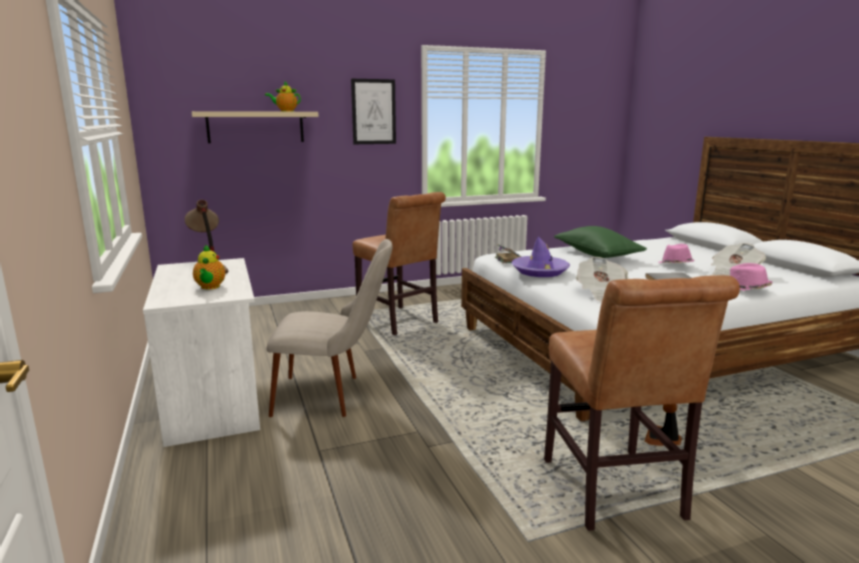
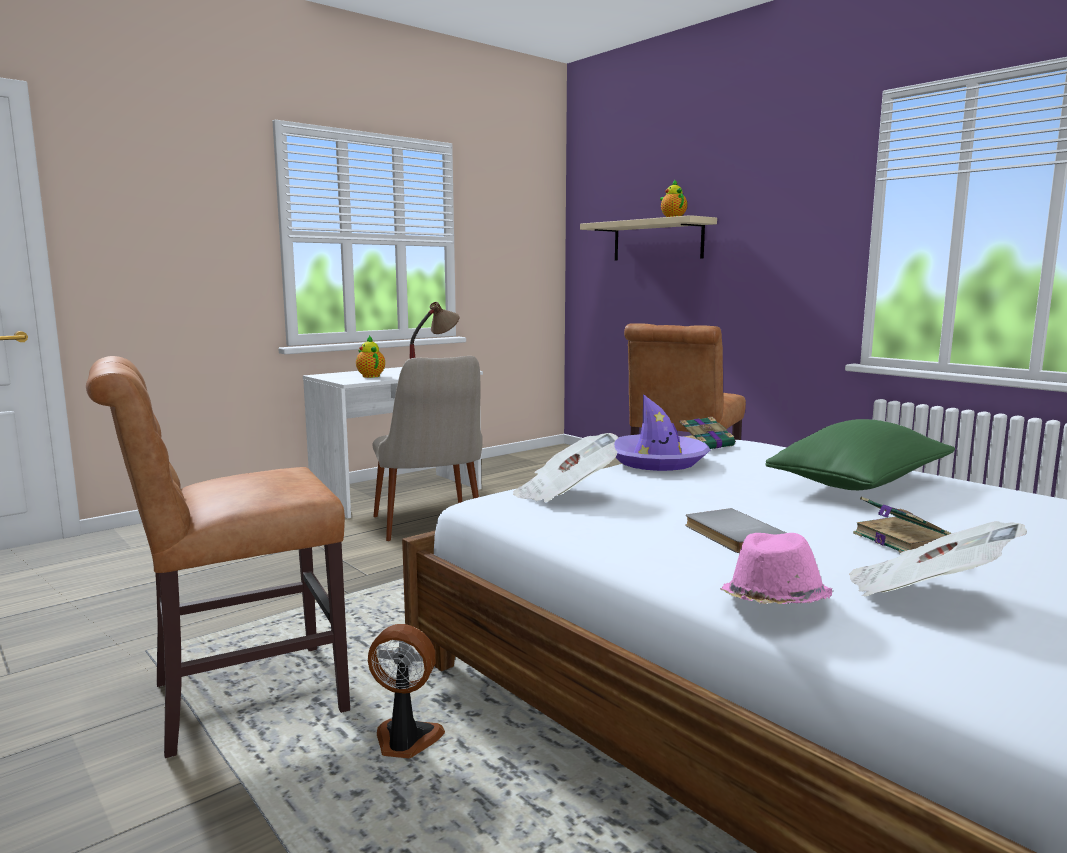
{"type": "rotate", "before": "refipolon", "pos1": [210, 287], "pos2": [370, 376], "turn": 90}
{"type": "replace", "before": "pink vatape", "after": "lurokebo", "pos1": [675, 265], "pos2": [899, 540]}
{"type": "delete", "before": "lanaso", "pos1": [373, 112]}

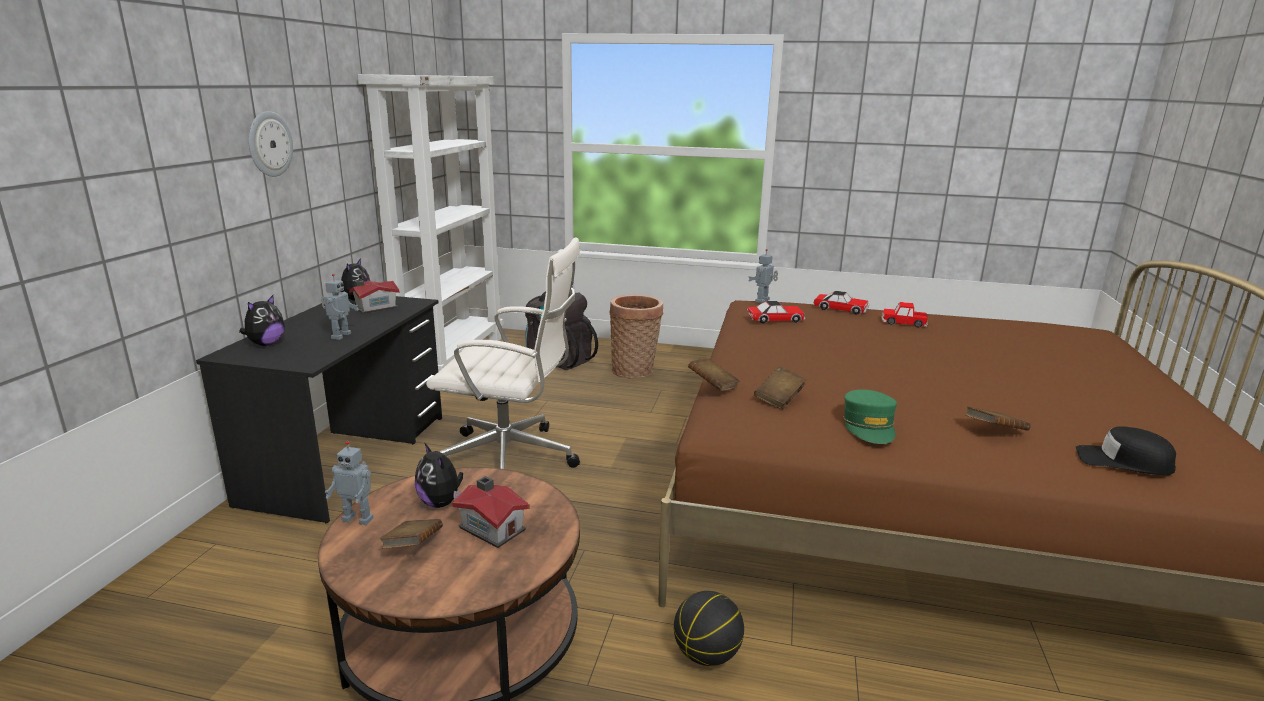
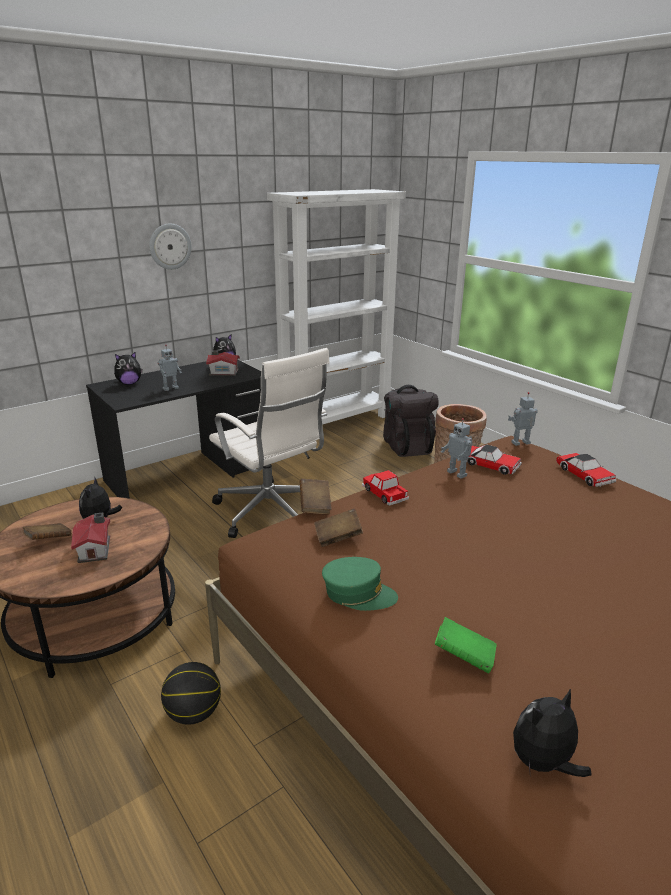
{"type": "rotate", "before": "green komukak", "pos1": [869, 426], "pos2": [358, 594], "turn": -120}
{"type": "move", "before": "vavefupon", "pos1": [903, 323], "pos2": [384, 494]}
{"type": "recolor", "before": "brown lurokebo", "after": "green lurokebo", "pos1": [994, 431], "pos2": [464, 657]}
{"type": "move", "before": "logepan", "pos1": [359, 518], "pos2": [457, 473]}
{"type": "replace", "before": "black komukak", "after": "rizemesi", "pos1": [1123, 461], "pos2": [543, 763]}

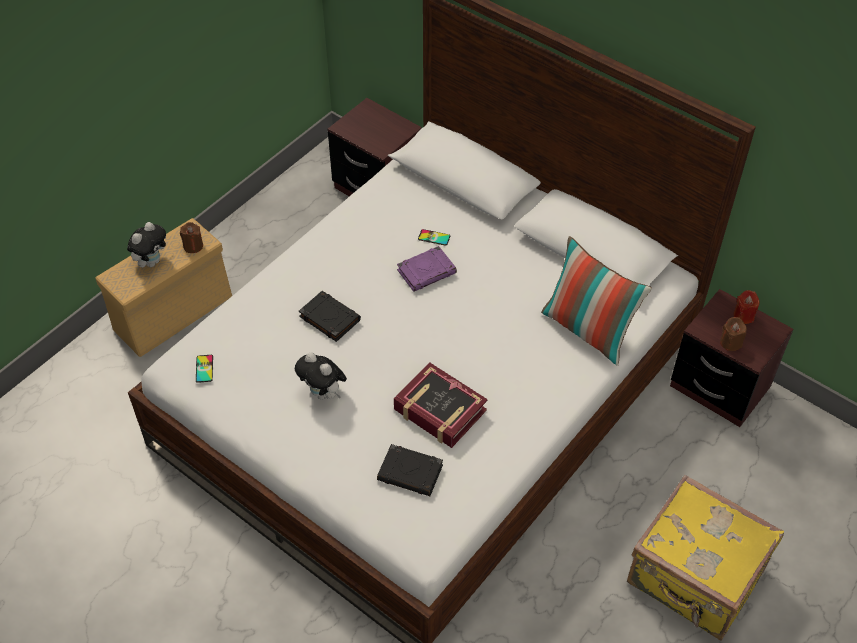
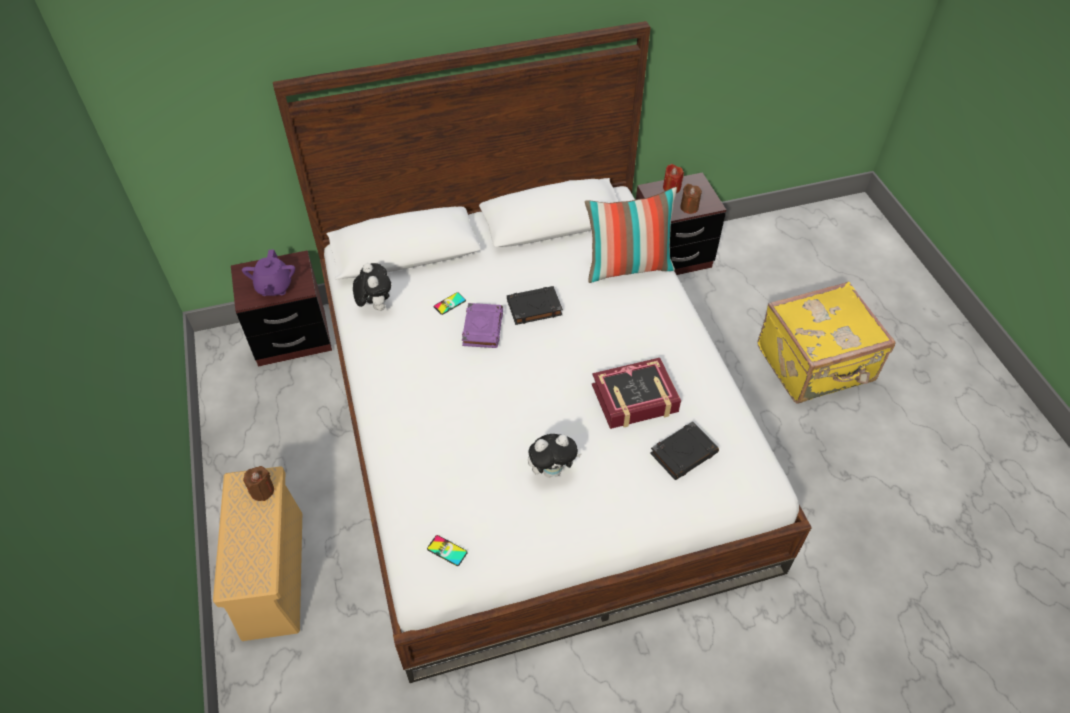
{"type": "insert", "after": "purple refipolon", "pos2": [274, 287]}
{"type": "move", "before": "rizemesi", "pos1": [152, 261], "pos2": [375, 305]}
{"type": "move", "before": "black lurokebo", "pos1": [329, 318], "pos2": [533, 308]}

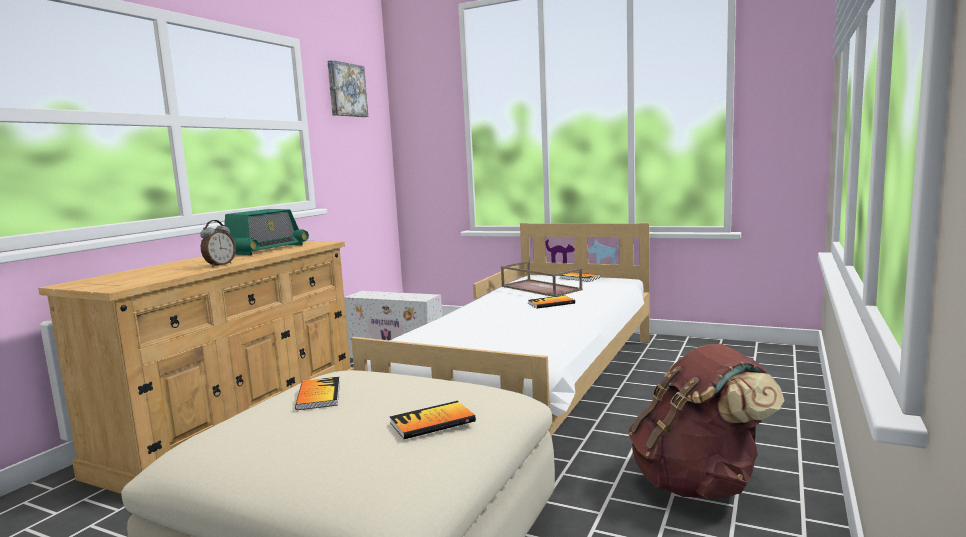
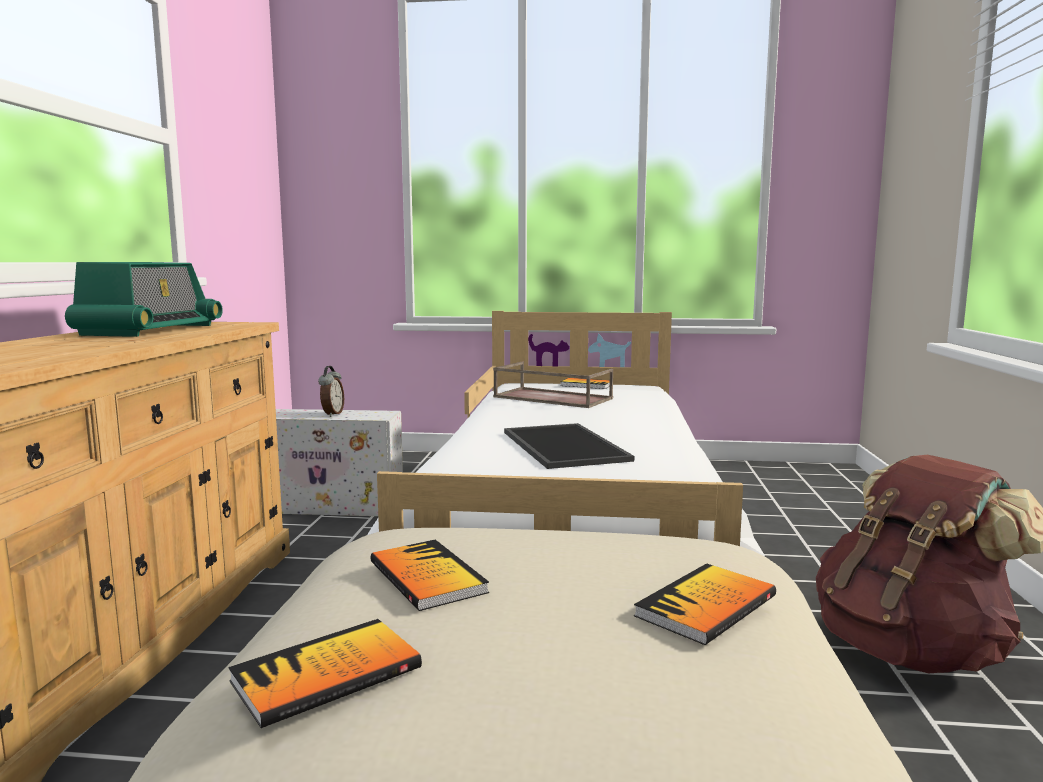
{"type": "move", "before": "lurokebo", "pos1": [551, 303], "pos2": [327, 674]}
{"type": "move", "before": "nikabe", "pos1": [219, 265], "pos2": [332, 414]}
{"type": "insert", "after": "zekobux", "pos2": [561, 446]}
{"type": "delete", "before": "lanaso", "pos1": [346, 90]}

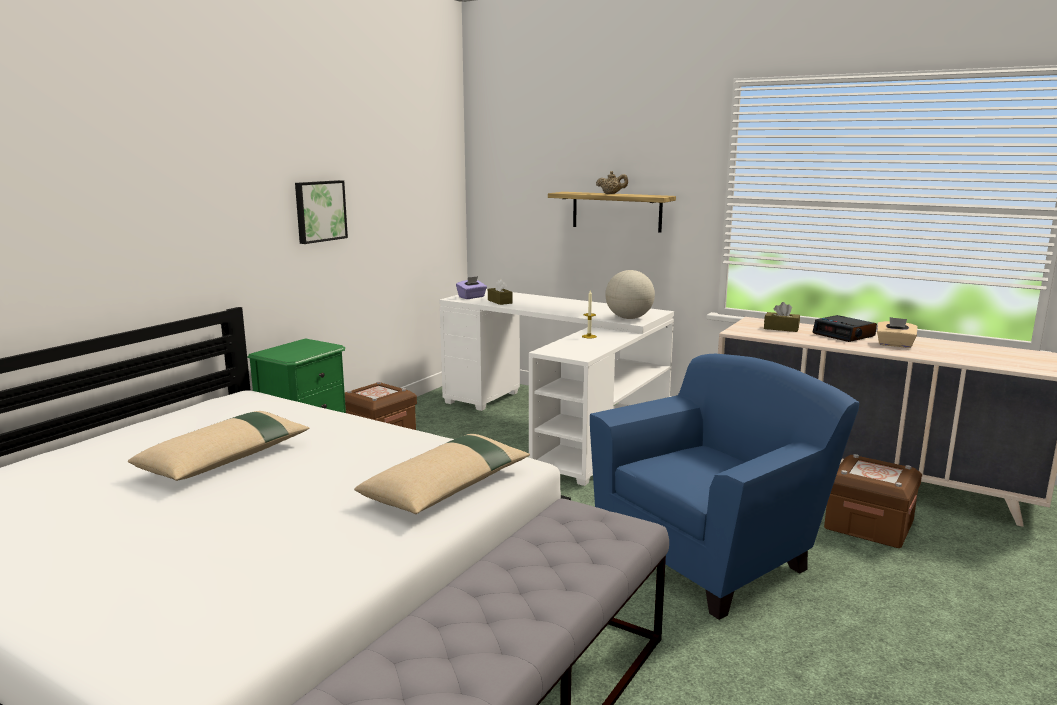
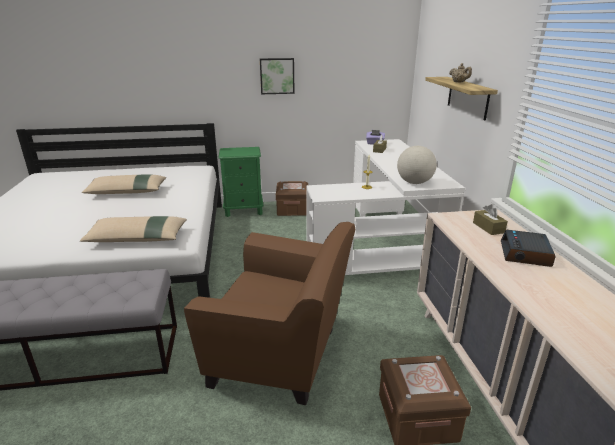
{"type": "recolor", "before": "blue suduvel", "after": "brown suduvel", "pos1": [710, 554], "pos2": [283, 355]}
{"type": "delete", "before": "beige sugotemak", "pos1": [895, 344]}

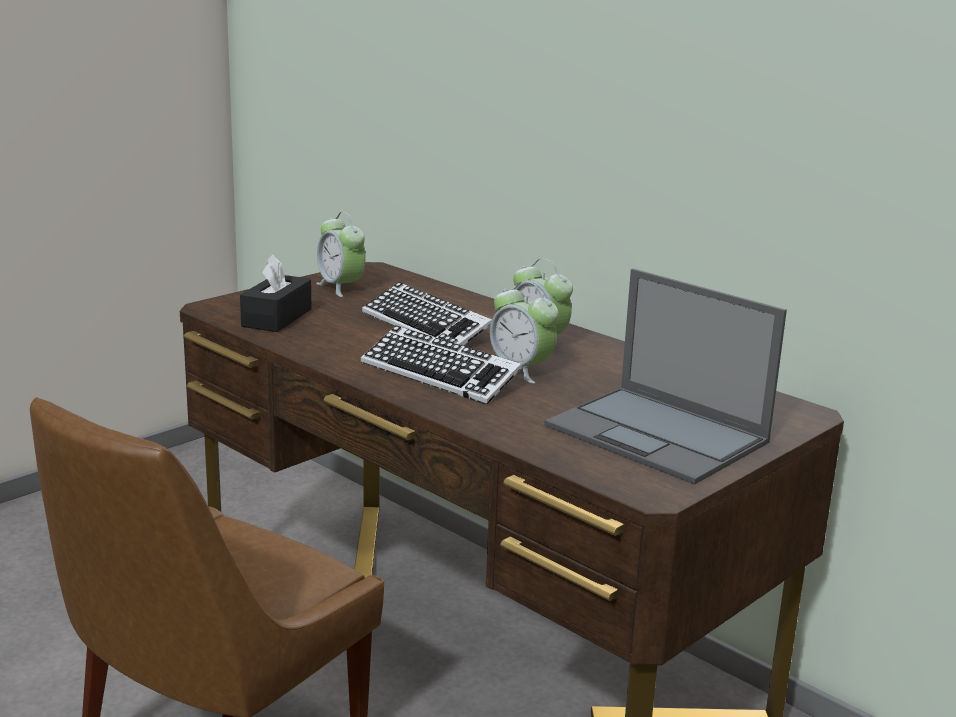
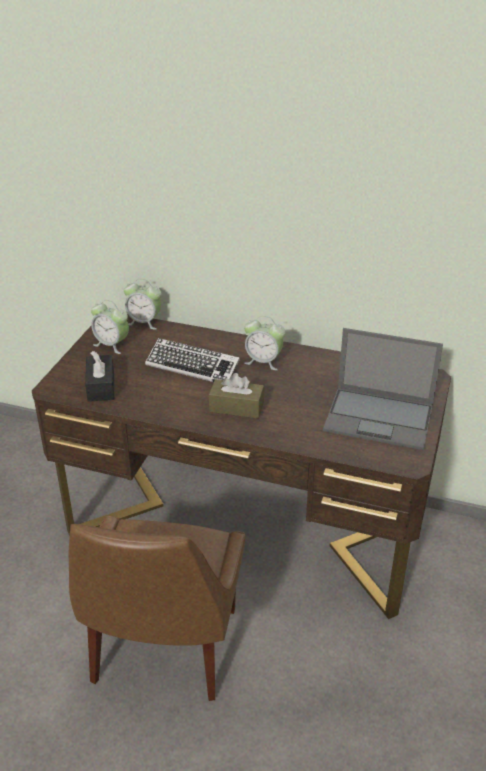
{"type": "move", "before": "nikabe", "pos1": [521, 370], "pos2": [144, 322]}
{"type": "replace", "before": "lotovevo", "after": "brown sugotemak", "pos1": [439, 375], "pos2": [236, 407]}

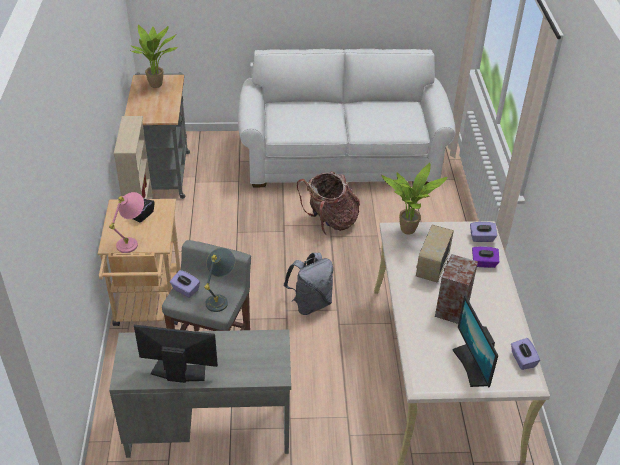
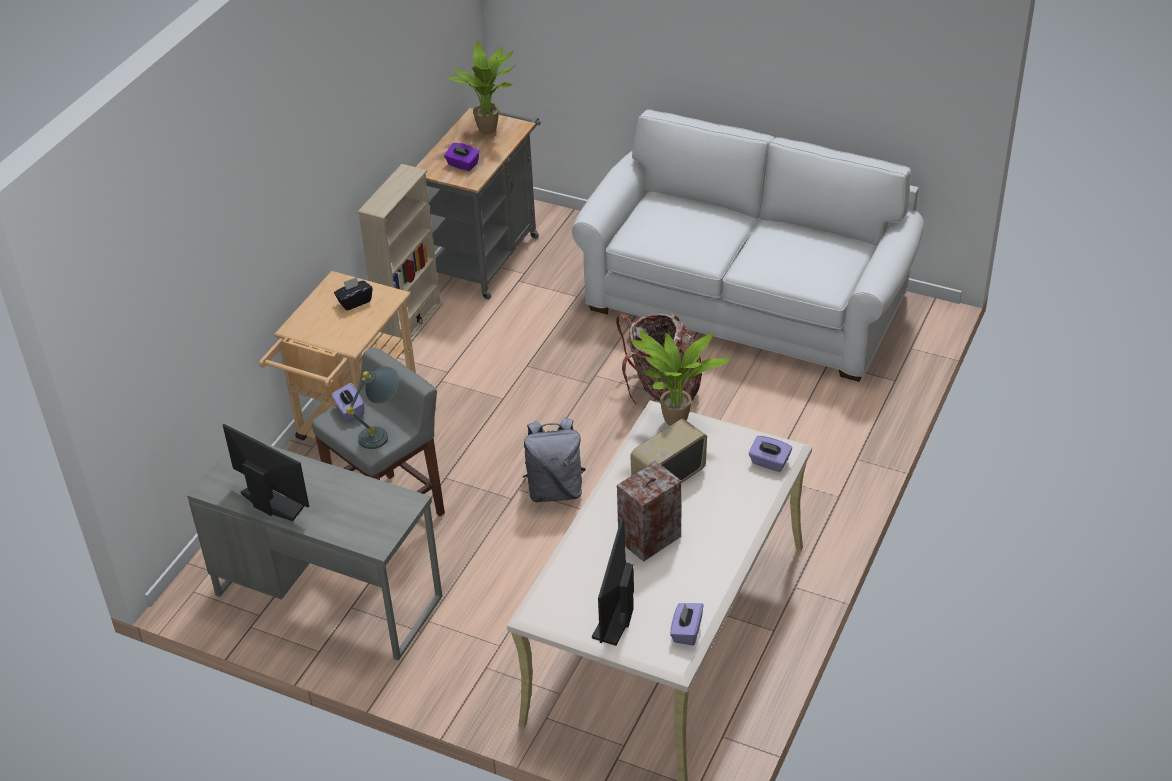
{"type": "move", "before": "purple sugotemak", "pos1": [483, 263], "pos2": [462, 165]}
{"type": "delete", "before": "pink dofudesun", "pos1": [132, 241]}

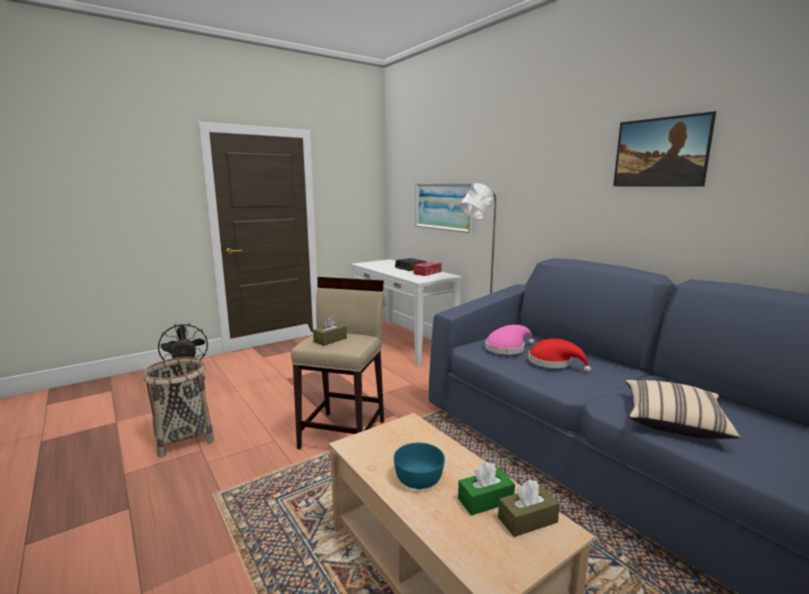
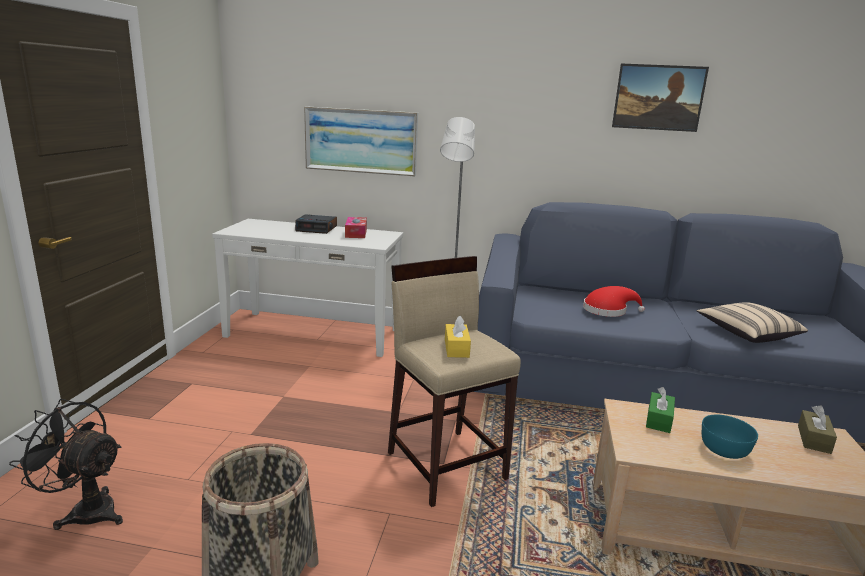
{"type": "recolor", "before": "brown sugotemak", "after": "yellow sugotemak", "pos1": [330, 340], "pos2": [456, 348]}
{"type": "move", "before": "green sugotemak", "pos1": [485, 500], "pos2": [659, 420]}
{"type": "delete", "before": "pink vatape", "pos1": [507, 348]}

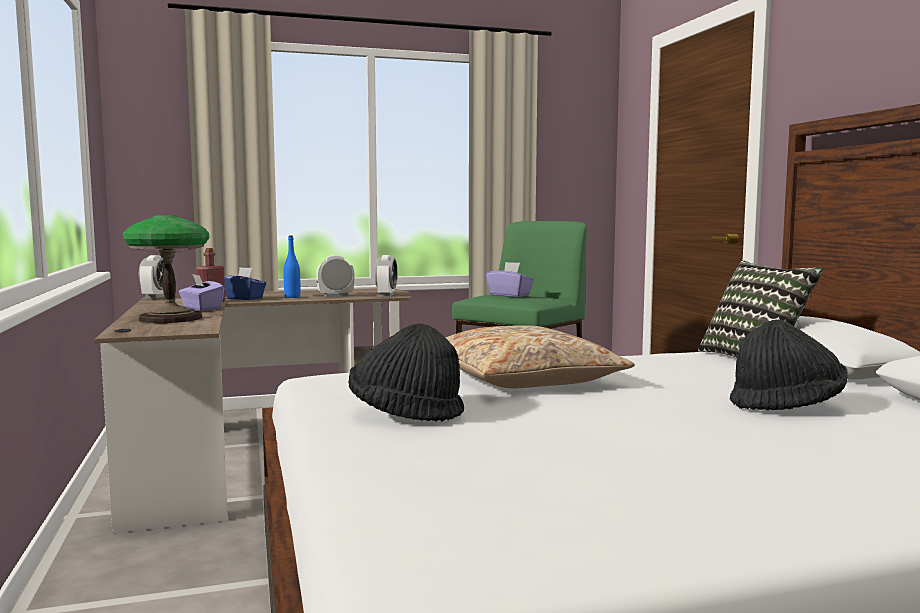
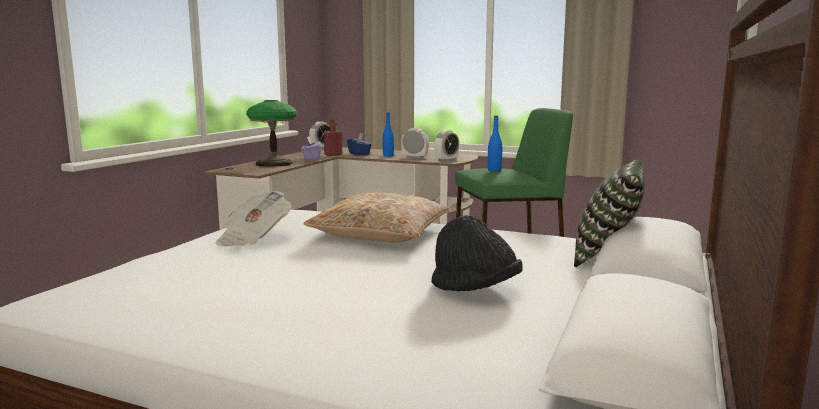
{"type": "replace", "before": "black vatape", "after": "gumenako", "pos1": [405, 413], "pos2": [253, 239]}
{"type": "replace", "before": "purple sugotemak", "after": "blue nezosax", "pos1": [509, 295], "pos2": [494, 170]}

